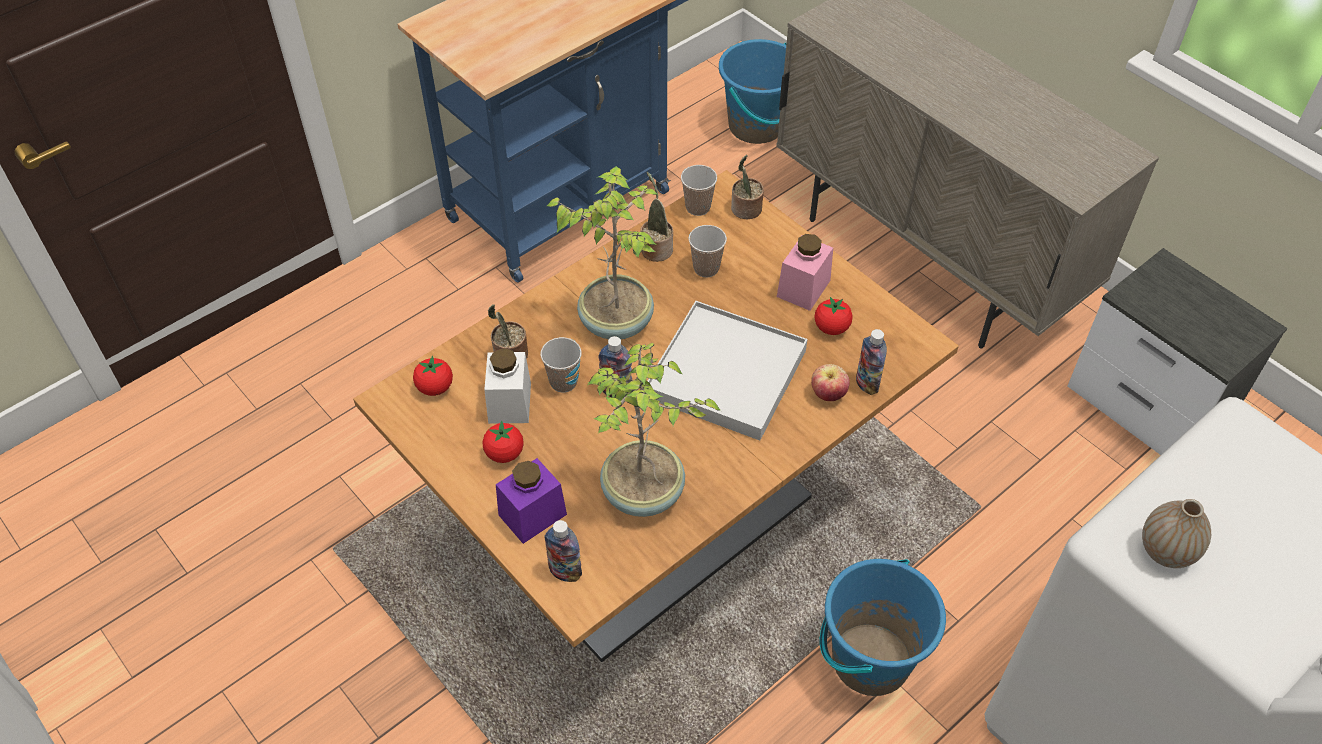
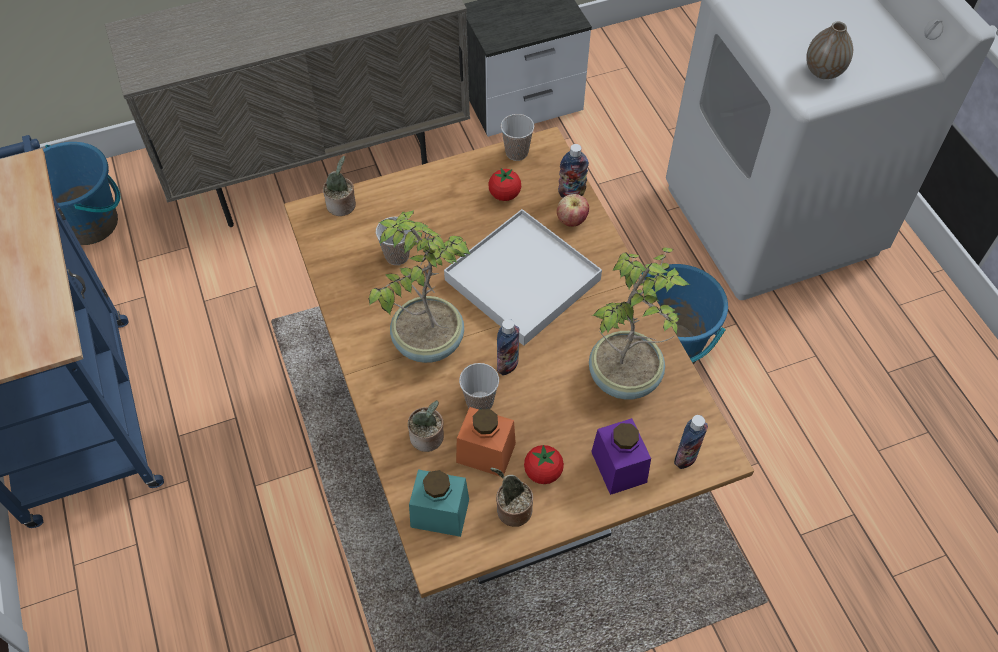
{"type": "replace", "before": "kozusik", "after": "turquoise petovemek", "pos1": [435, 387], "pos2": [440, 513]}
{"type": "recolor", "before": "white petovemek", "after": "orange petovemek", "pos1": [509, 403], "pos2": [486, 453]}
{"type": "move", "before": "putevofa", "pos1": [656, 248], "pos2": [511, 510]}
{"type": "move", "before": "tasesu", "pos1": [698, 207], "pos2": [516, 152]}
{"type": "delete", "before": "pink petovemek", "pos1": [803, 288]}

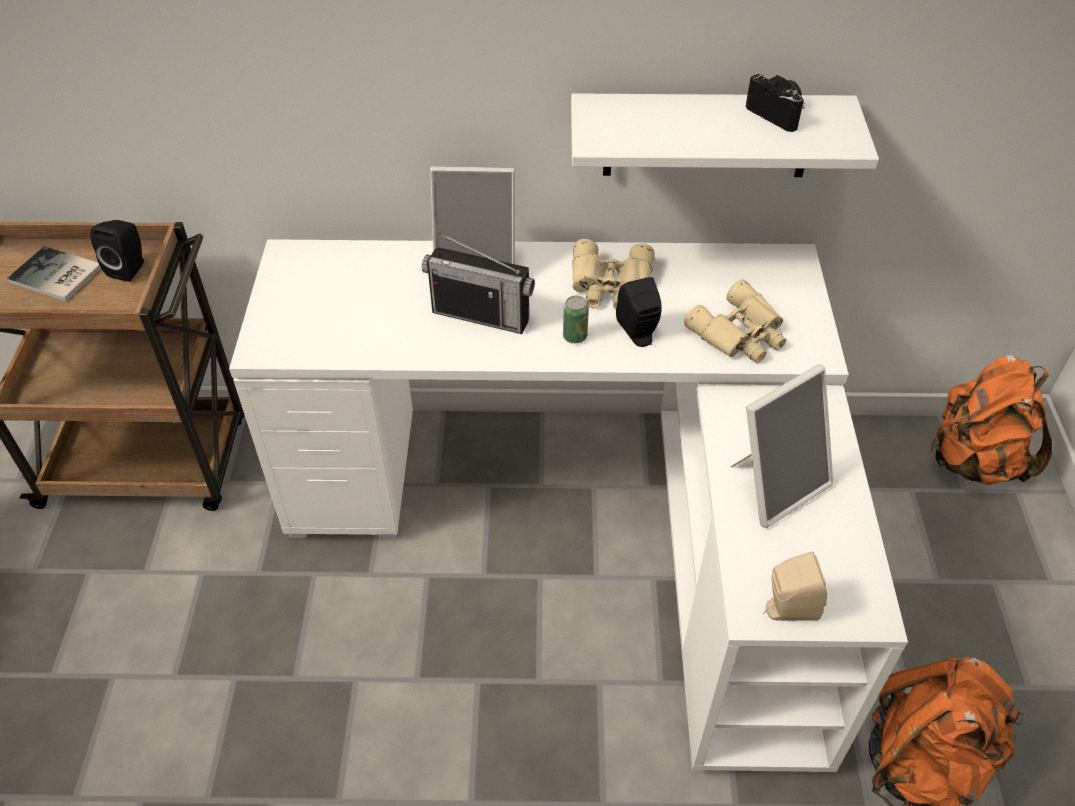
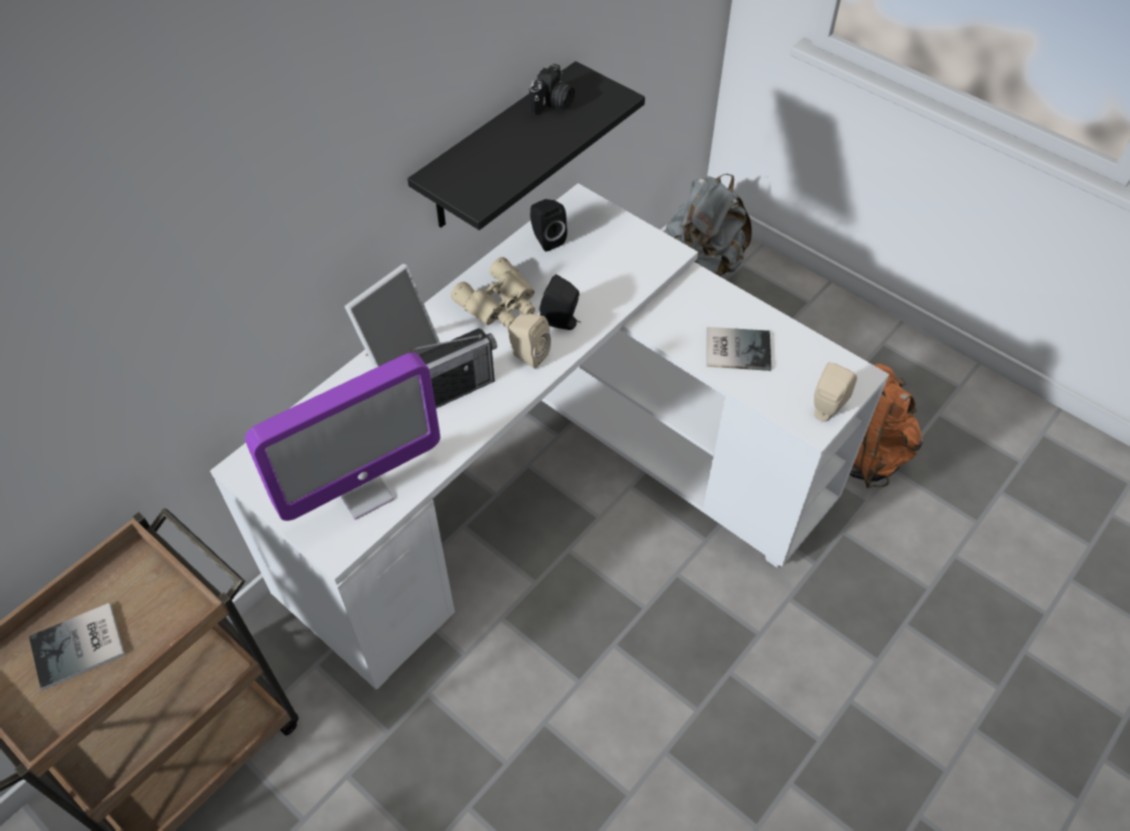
{"type": "insert", "after": "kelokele", "pos2": [363, 492]}
{"type": "recolor", "before": "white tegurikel", "after": "black tegurikel", "pos1": [707, 135], "pos2": [497, 149]}
{"type": "replace", "before": "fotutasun", "after": "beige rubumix", "pos1": [575, 336], "pos2": [527, 355]}
{"type": "rotate", "before": "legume", "pos1": [778, 114], "pos2": [553, 104], "turn": 120}
{"type": "move", "before": "black rubumix", "pos1": [130, 268], "pos2": [546, 239]}
{"type": "recolor", "before": "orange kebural", "after": "grey kebural", "pos1": [974, 461], "pos2": [704, 263]}
{"type": "replace", "before": "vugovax", "after": "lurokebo", "pos1": [775, 484], "pos2": [736, 348]}
{"type": "delete", "before": "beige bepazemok", "pos1": [741, 334]}

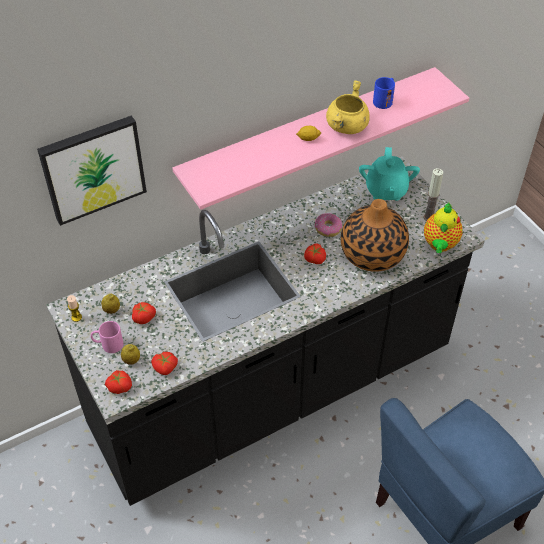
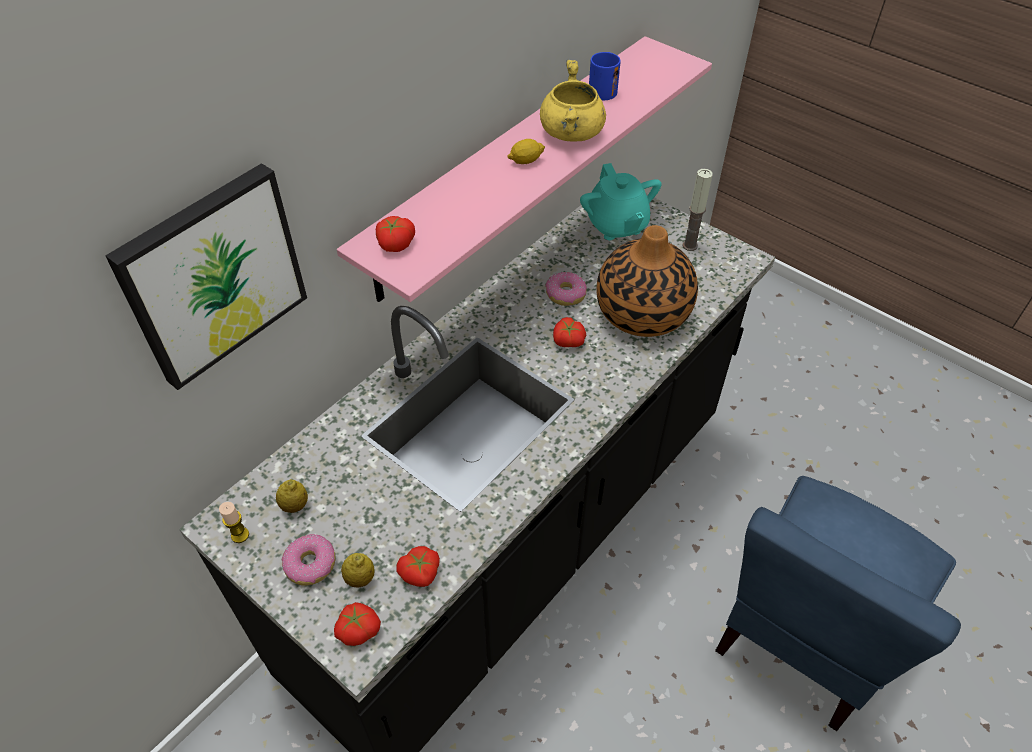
{"type": "replace", "before": "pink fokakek", "after": "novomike", "pos1": [108, 345], "pos2": [310, 565]}
{"type": "move", "before": "kozusik", "pos1": [143, 317], "pos2": [395, 243]}
{"type": "delete", "before": "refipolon", "pos1": [439, 245]}

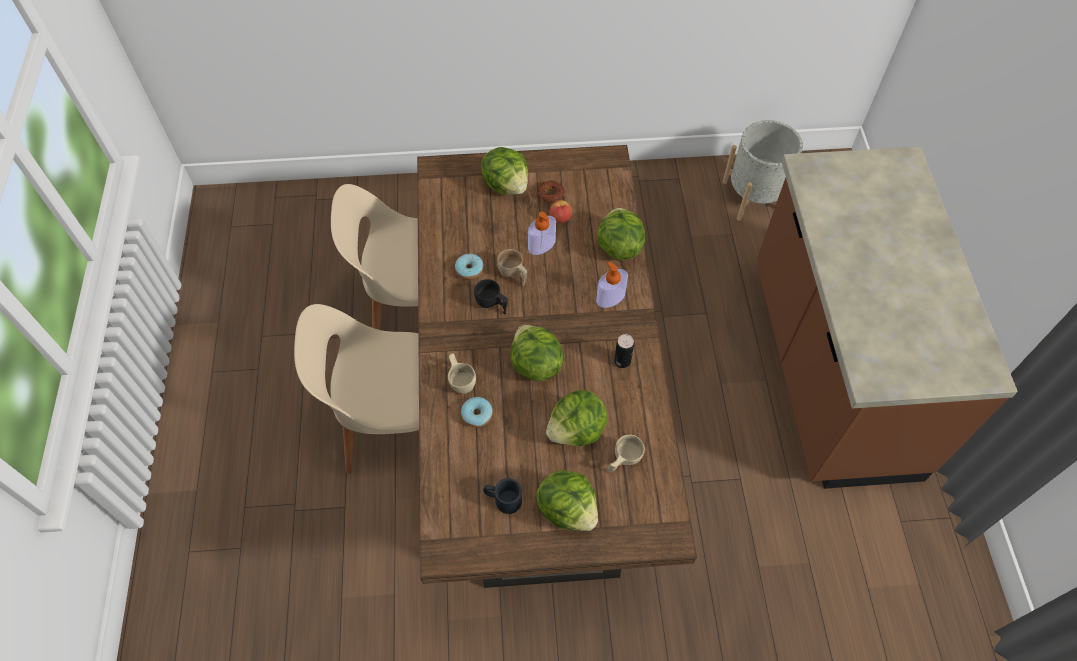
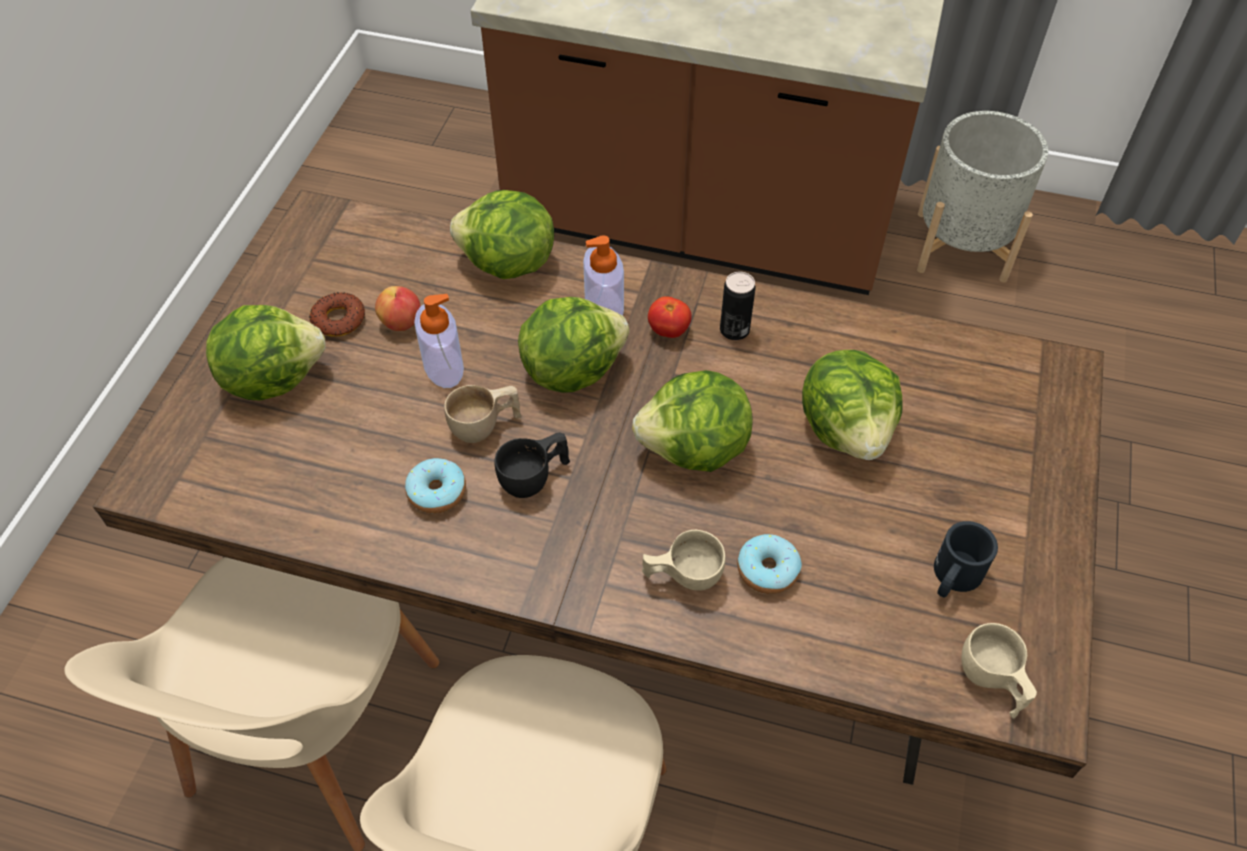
{"type": "move", "before": "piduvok", "pos1": [567, 509], "pos2": [571, 369]}
{"type": "insert", "after": "kozusik", "pos2": [669, 330]}
{"type": "move", "before": "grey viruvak", "pos1": [754, 196], "pos2": [961, 246]}
{"type": "move", "before": "beige tasesu", "pos1": [623, 460], "pos2": [991, 681]}

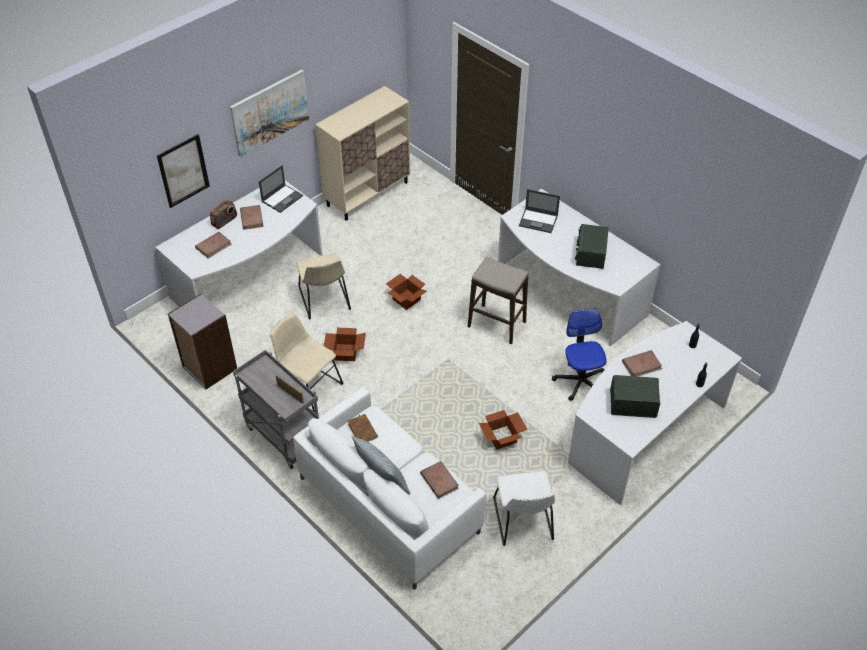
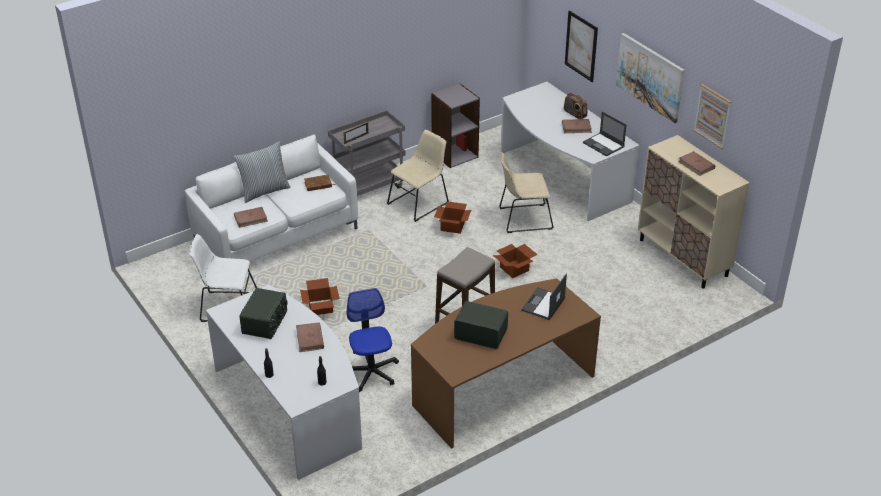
{"type": "rotate", "before": "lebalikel", "pos1": [580, 381], "pos2": [371, 372], "turn": -105}
{"type": "recolor", "before": "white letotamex", "after": "brown letotamex", "pos1": [568, 292], "pos2": [501, 387]}
{"type": "move", "before": "brown lurokebo", "pos1": [213, 246], "pos2": [696, 165]}
{"type": "insert", "after": "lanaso", "pos2": [713, 115]}

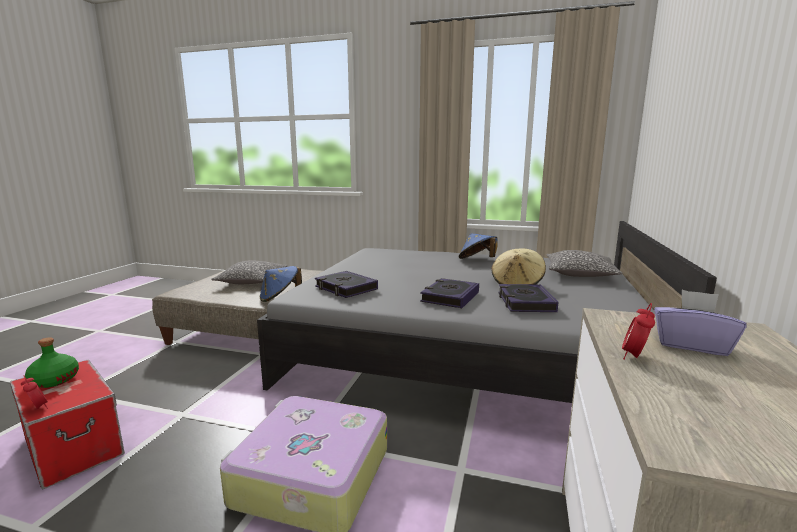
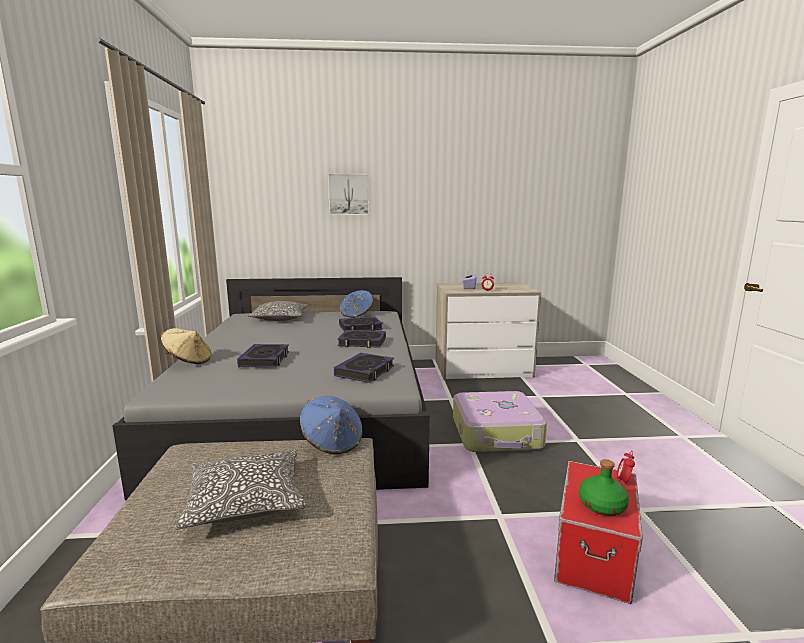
{"type": "move", "before": "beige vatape", "pos1": [517, 284], "pos2": [188, 361]}
{"type": "insert", "after": "lurokebo", "pos2": [265, 360]}
{"type": "insert", "after": "lanaso", "pos2": [349, 194]}
{"type": "move", "before": "blue vatape", "pos1": [477, 260], "pos2": [356, 314]}

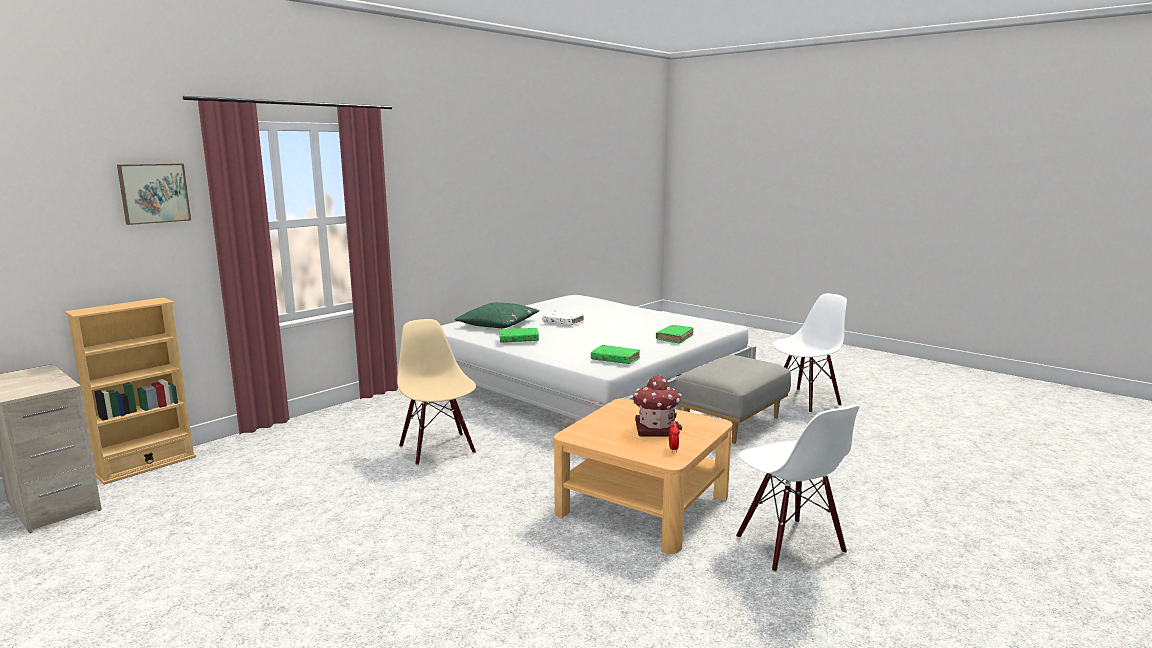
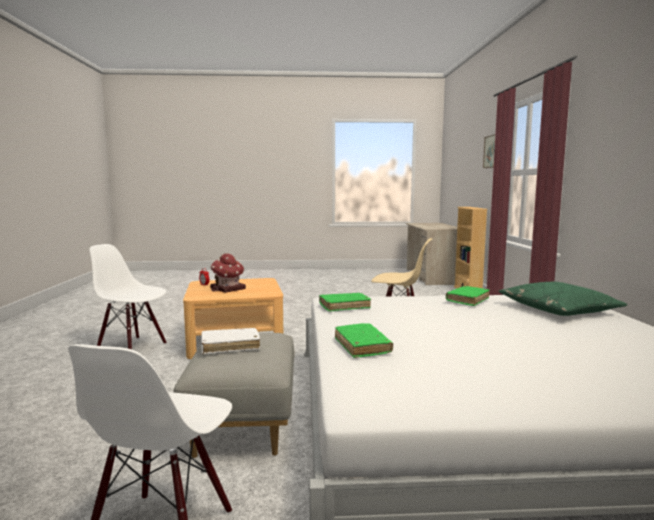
{"type": "move", "before": "white lurokebo", "pos1": [563, 322], "pos2": [230, 346]}

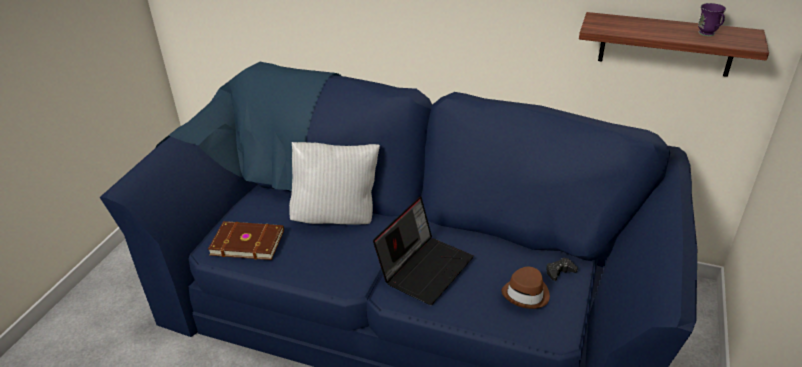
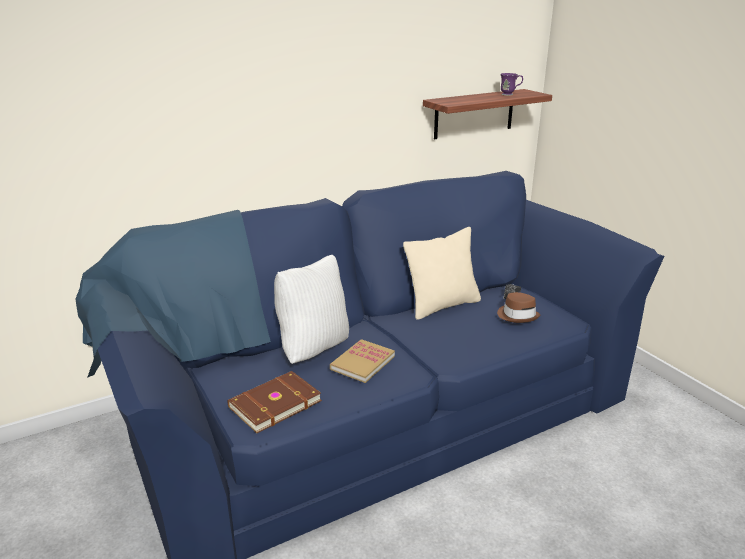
{"type": "insert", "after": "lurokebo", "pos2": [362, 363]}
{"type": "insert", "after": "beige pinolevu", "pos2": [442, 305]}
{"type": "delete", "before": "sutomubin", "pos1": [425, 267]}

